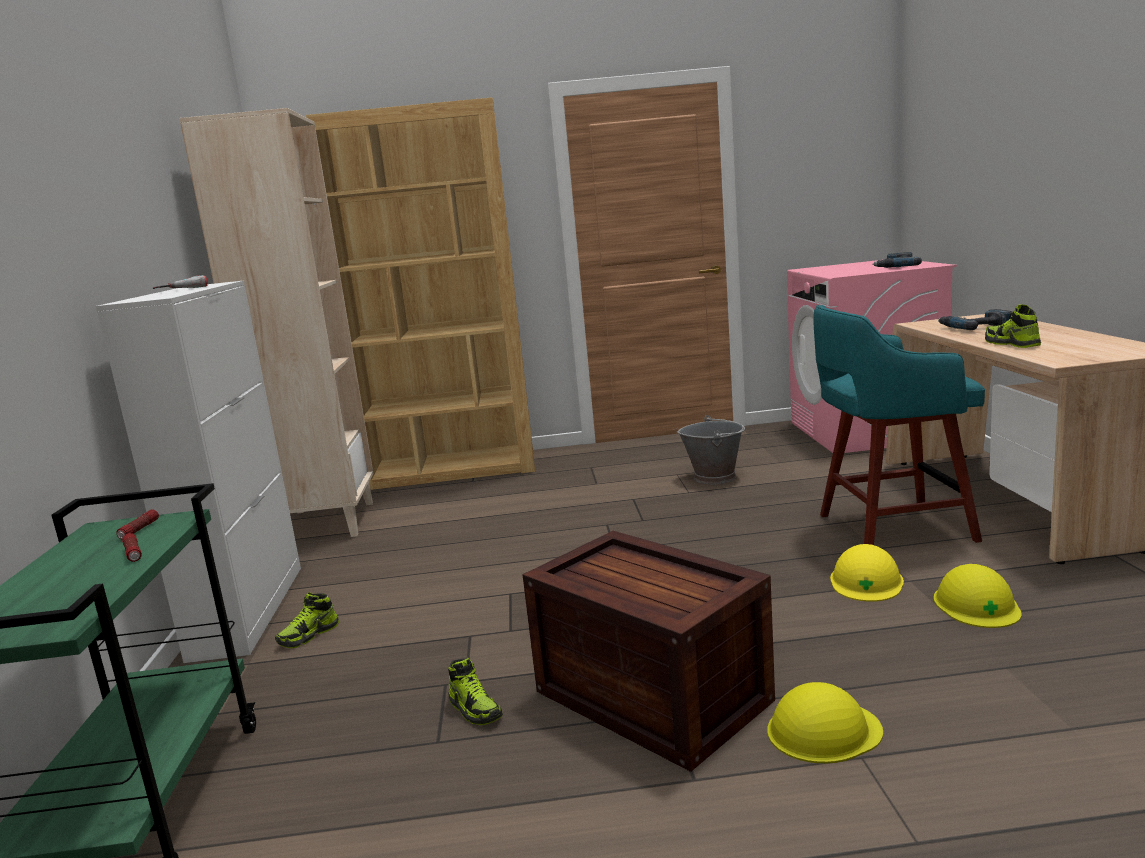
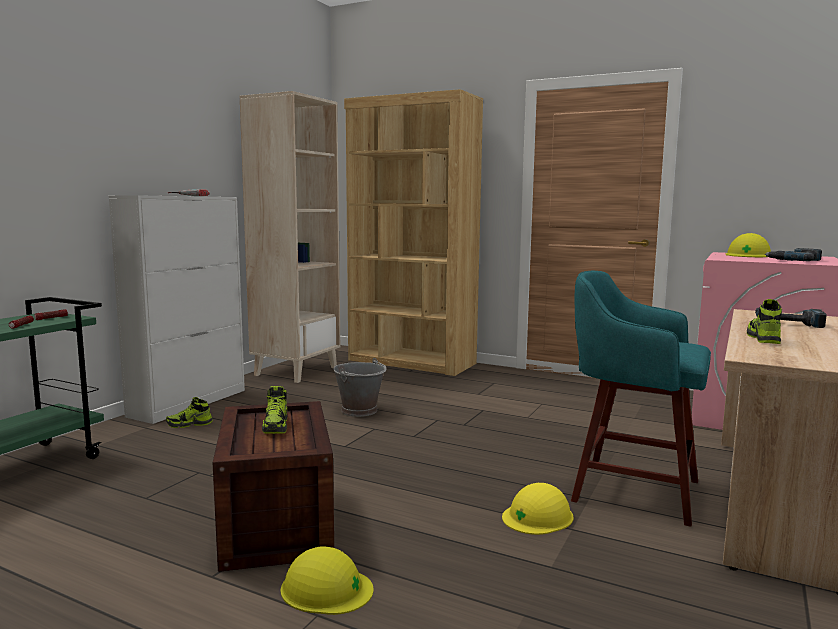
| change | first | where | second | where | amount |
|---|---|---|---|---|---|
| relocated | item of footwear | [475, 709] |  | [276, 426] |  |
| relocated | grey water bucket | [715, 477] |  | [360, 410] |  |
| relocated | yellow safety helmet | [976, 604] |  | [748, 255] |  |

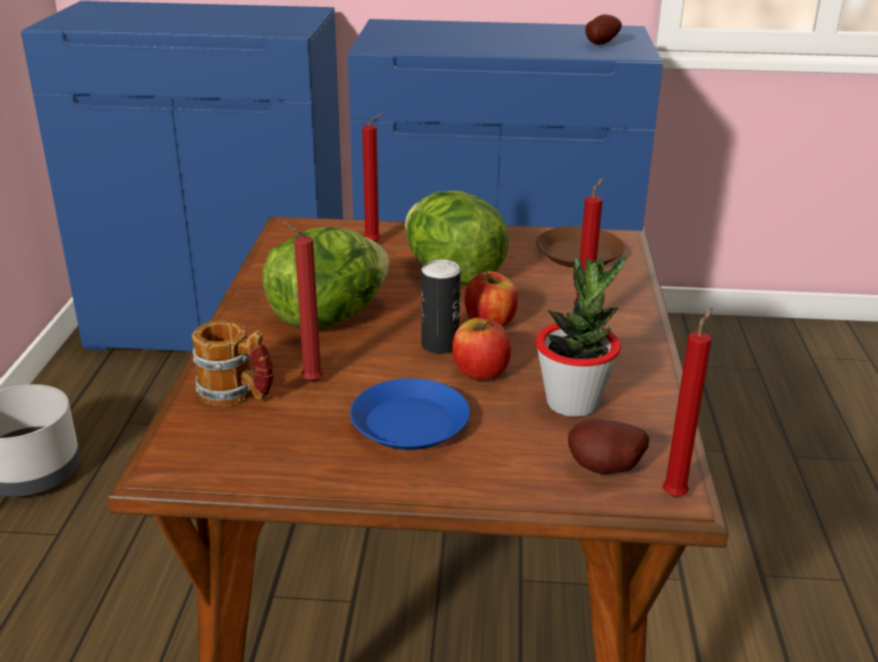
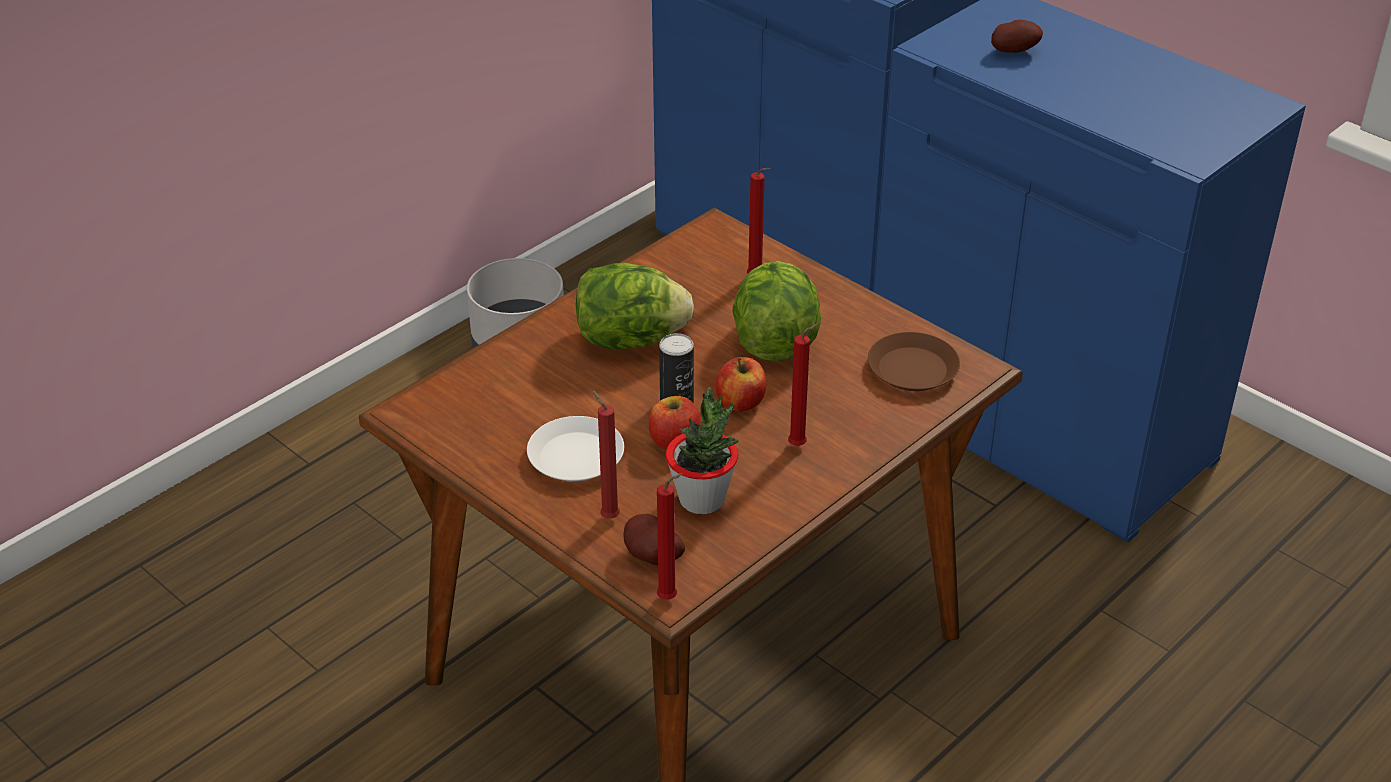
| change | first | where | second | where | amount |
|---|---|---|---|---|---|
| colour | blue-coloured plate | [409, 423] | white-coloured plate | [575, 456] |  |
| relocated | red-coloured wax light | [309, 381] |  | [608, 516] |  |
| relocated | whole potato | [599, 44] |  | [1013, 51] |  |
| missing | coffee mug | [237, 394] |  |  |  |

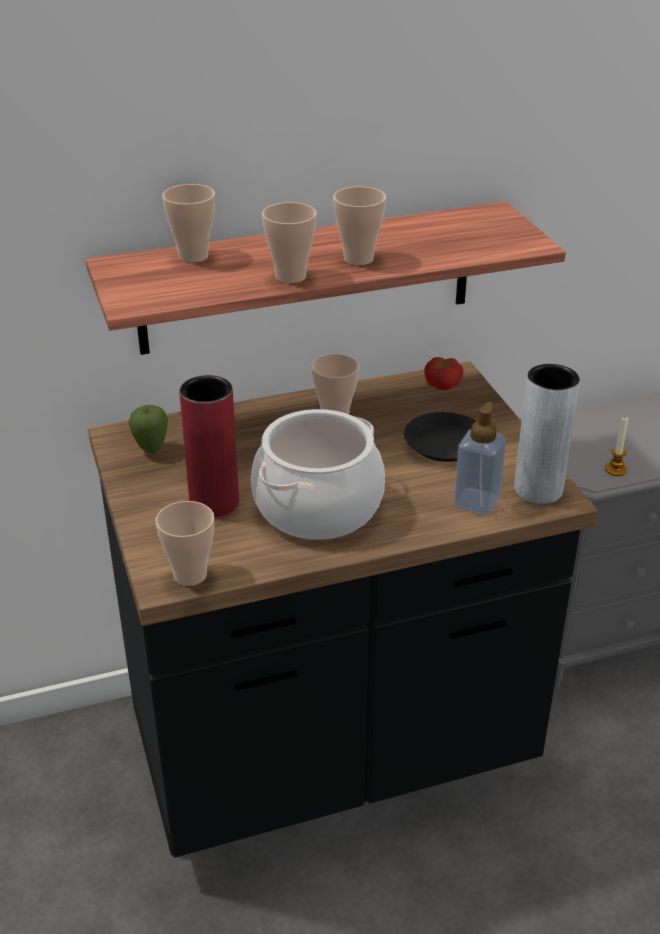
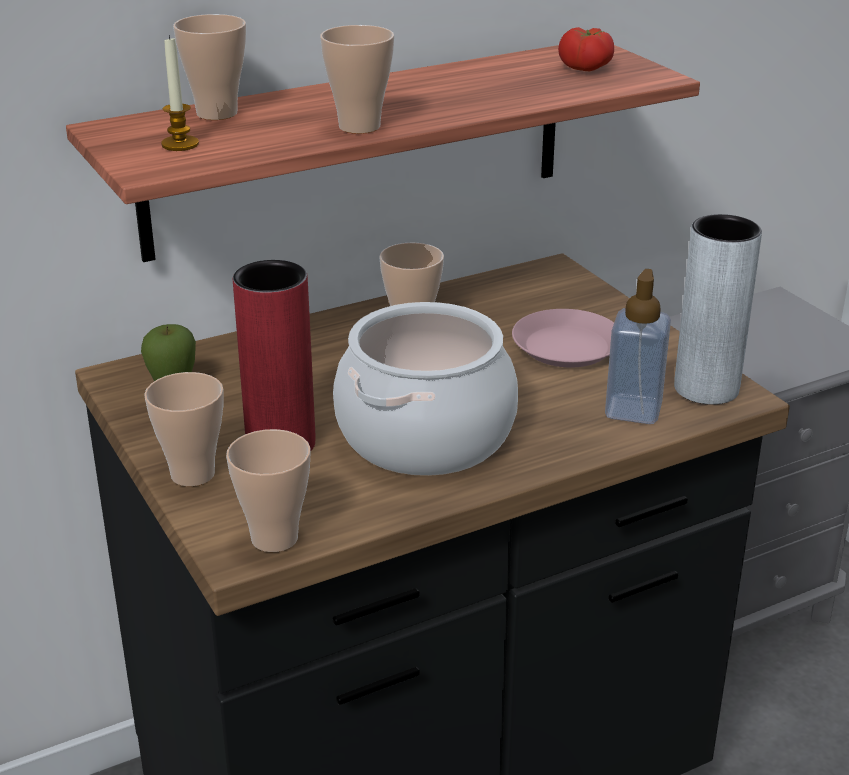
| change | first | where | second | where | amount |
|---|---|---|---|---|---|
| relocated | small cup | [358, 259] |  | [192, 474] |  |
| relocated | wax light | [615, 469] |  | [180, 144] |  |
| colour | black plate | [444, 444] | pink-coloured plate | [566, 347] |  |
| relocated | tomato | [444, 384] |  | [587, 67] |  |

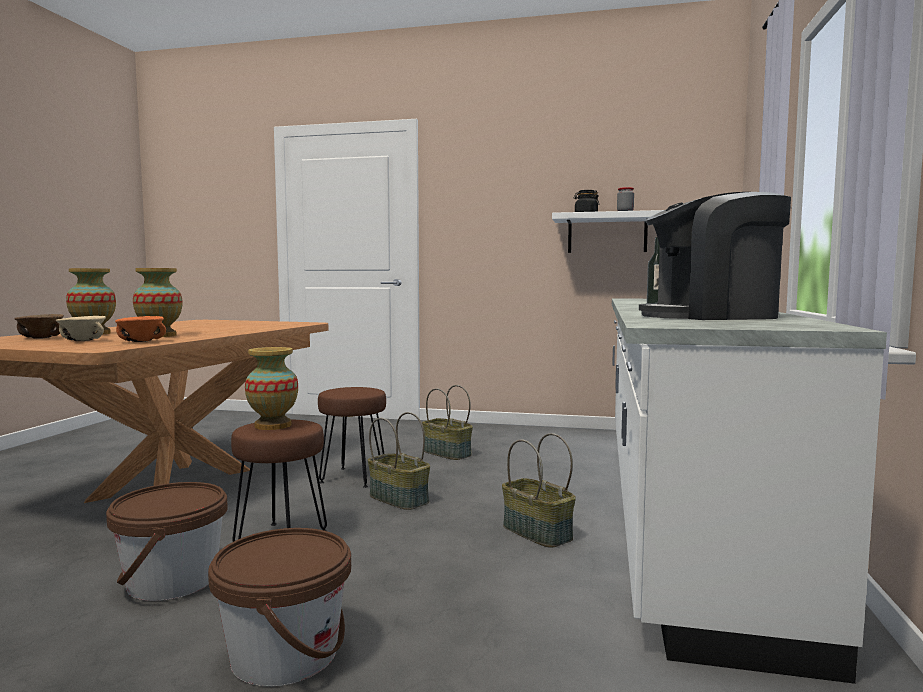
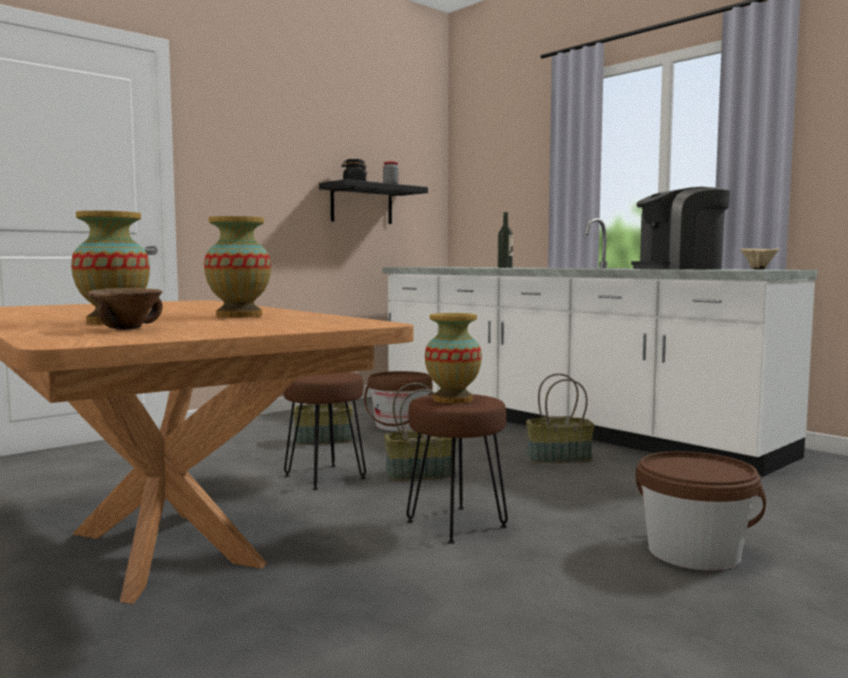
| change | first | where | second | where | amount |
|---|---|---|---|---|---|
| colour | white-coloured shelf | [607, 234] | black shelf | [361, 204] |  |
| relocated | brownish water bucket | [172, 580] |  | [400, 425] |  |
| spun | coffee machine | [711, 316] |  | [678, 269] | 45 degrees clockwise |
| relocated | beige-coloured serving bowl | [83, 341] |  | [758, 269] |  |
| missing | orange-coloured serving bowl | [142, 341] |  |  |  |

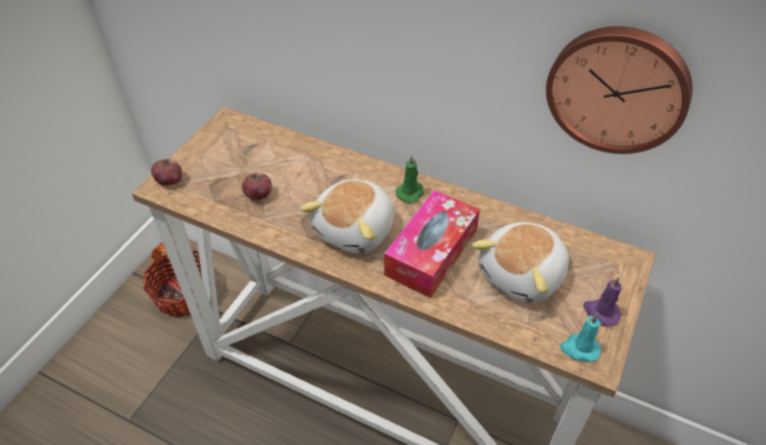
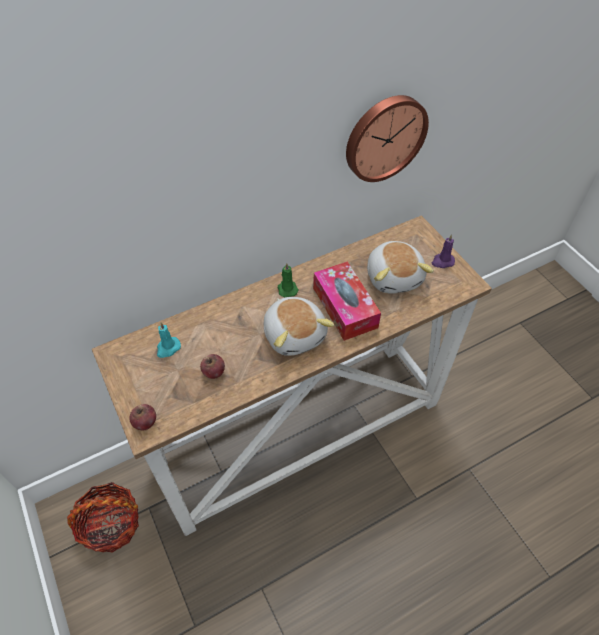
| change | first | where | second | where | amount |
|---|---|---|---|---|---|
| relocated | turquoise wax light | [579, 349] |  | [168, 348] |  |

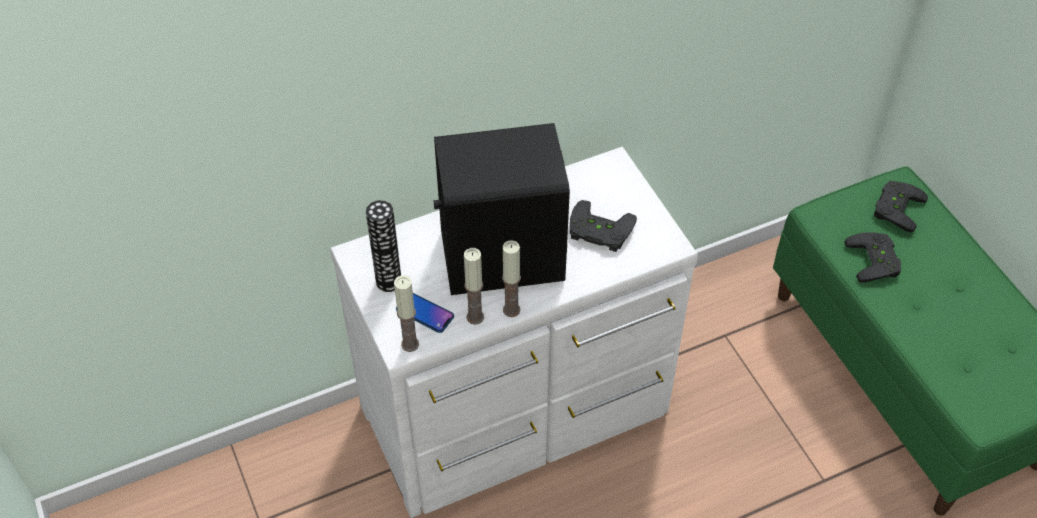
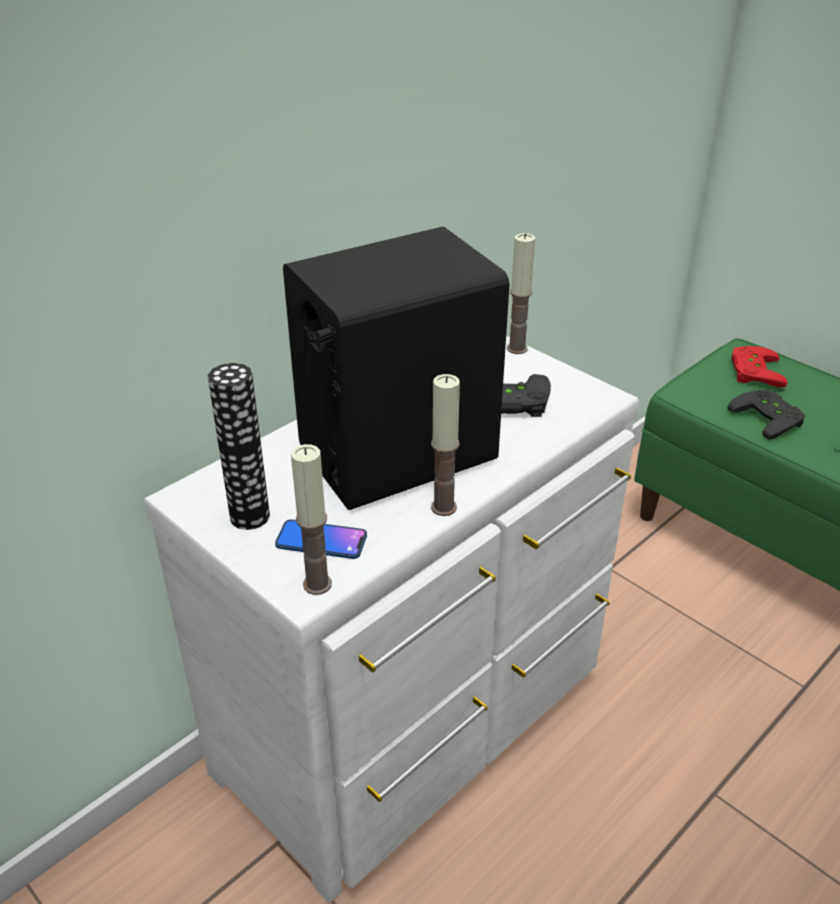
| change | first | where | second | where | amount |
|---|---|---|---|---|---|
| relocated | wax light | [475, 317] |  | [517, 348] |  |
| colour | black game controller | [895, 207] | red-coloured game controller | [752, 371] |  |

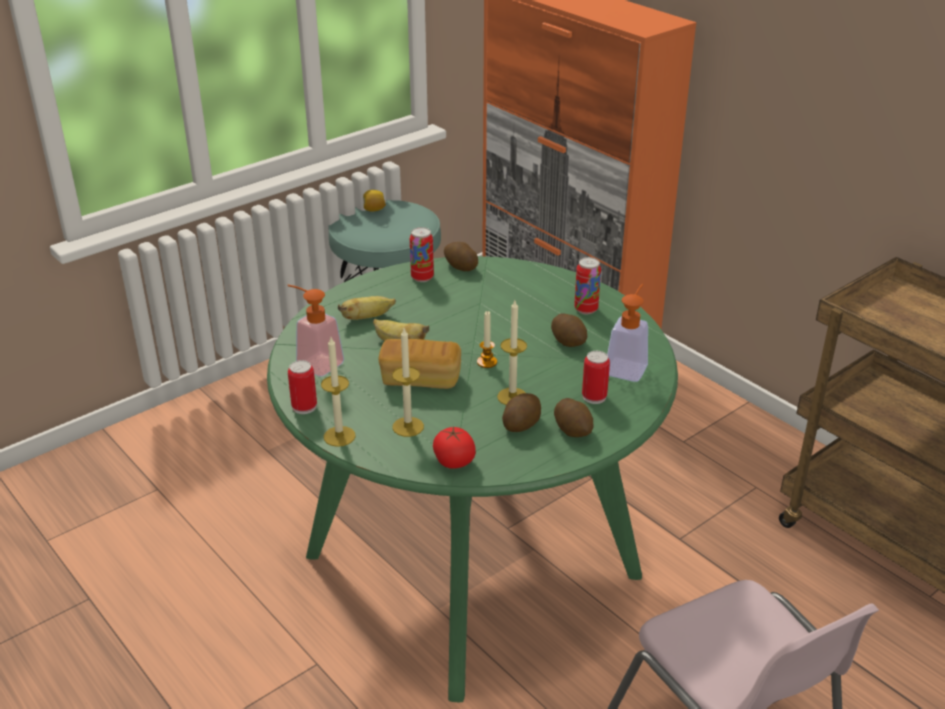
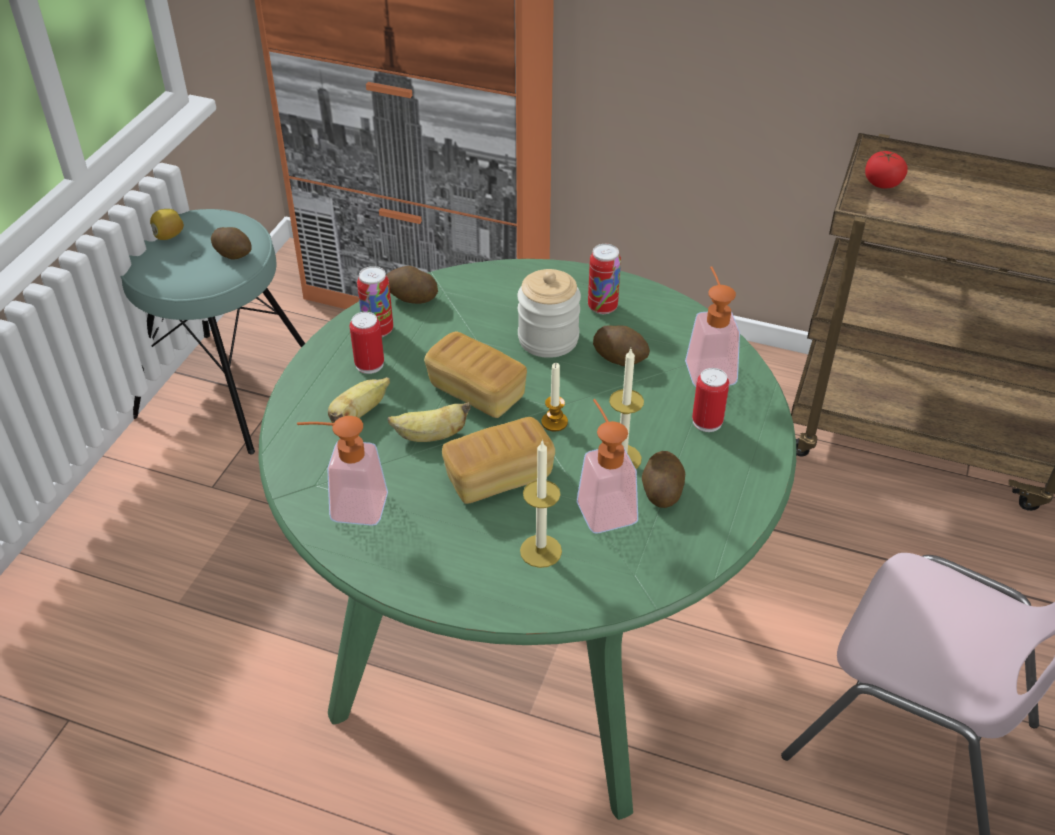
| change | first | where | second | where | amount |
|---|---|---|---|---|---|
| relocated | whole potato | [573, 430] |  | [234, 254] |  |
| relocated | sealed can | [304, 407] |  | [369, 364] |  |
| appeared |  |  | bakery bread | [476, 391] |  |
| appeared |  |  | preserve jar | [548, 339] |  |
| appeared |  |  | soap bottle | [602, 504] |  |
| relocated | tomato | [454, 462] |  | [882, 184] |  |
| missing | wax light | [339, 436] |  |  |  |

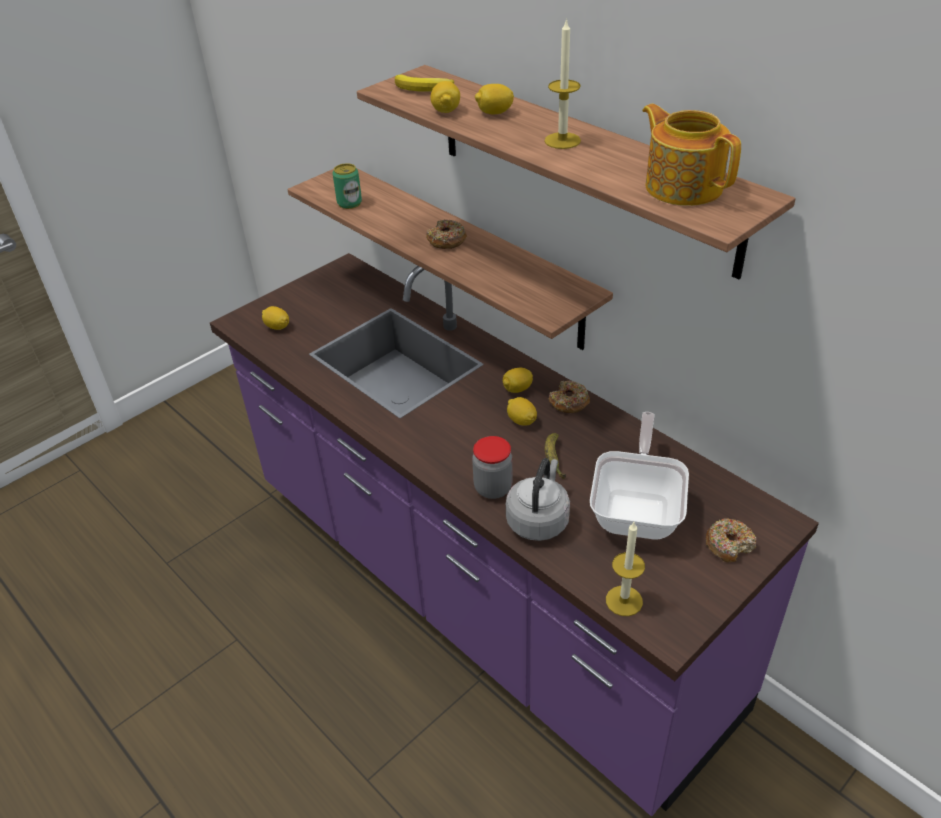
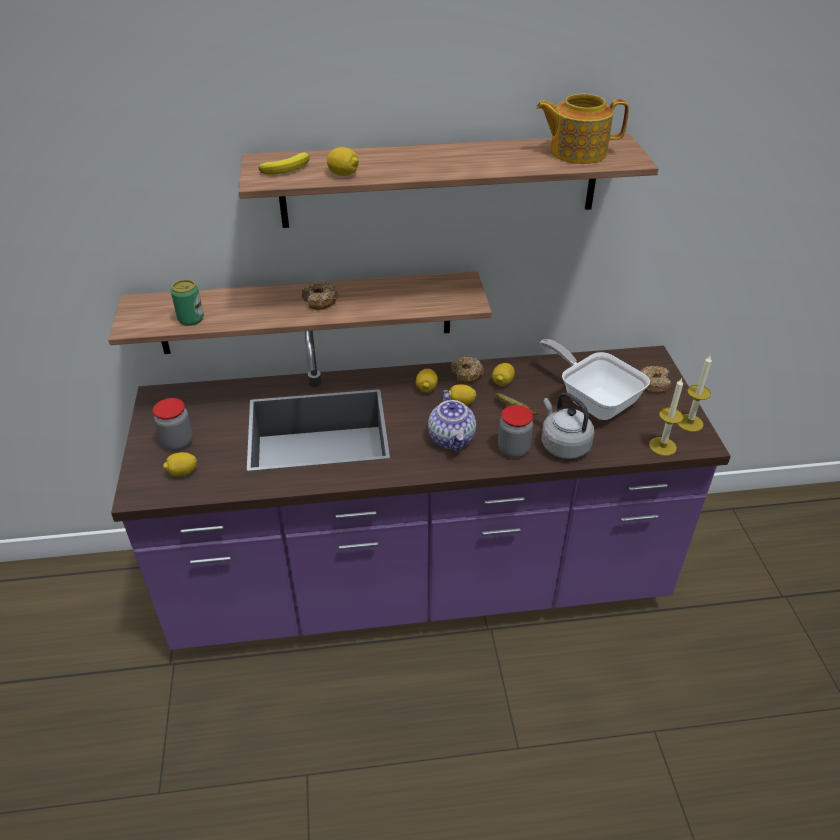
| change | first | where | second | where | amount |
|---|---|---|---|---|---|
| appeared |  |  | preserve jar | [178, 442] |  |
| appeared |  |  | teapot | [452, 439] |  |
| relocated | citrus fruit | [494, 113] |  | [502, 382] |  |
| relocated | wax light | [562, 140] |  | [689, 423] |  |

